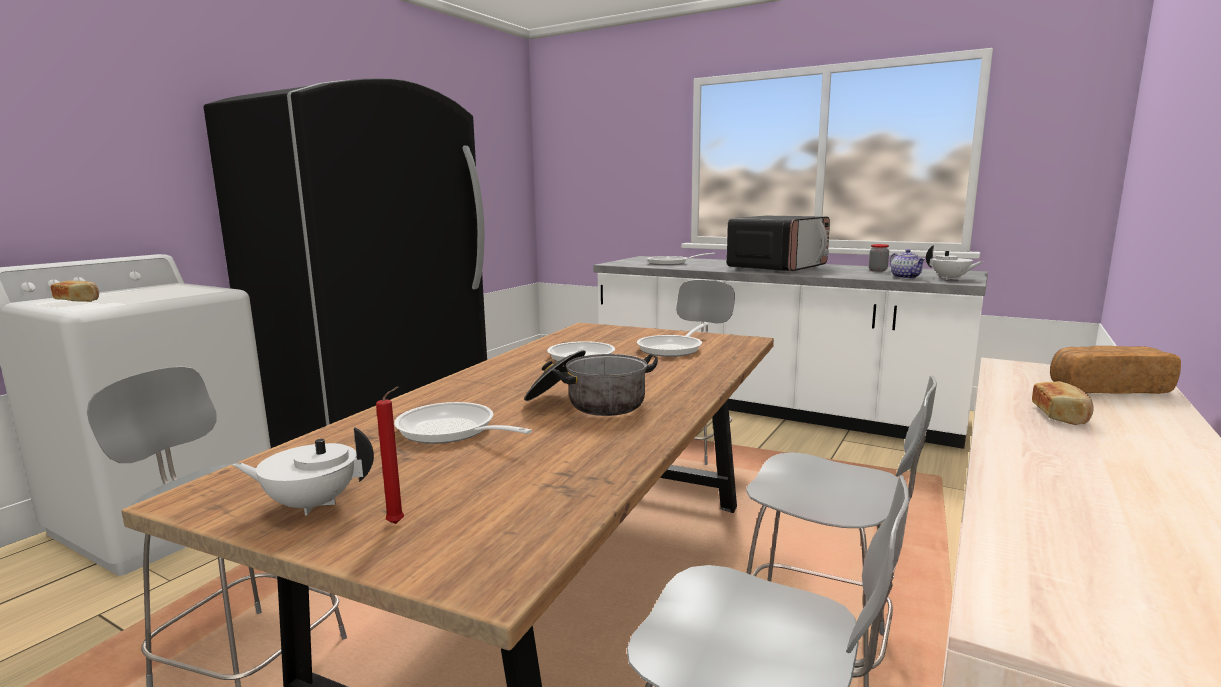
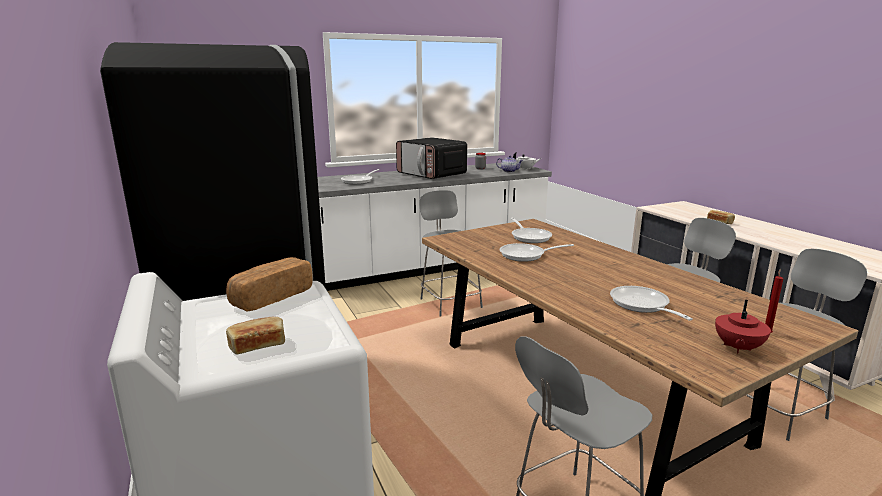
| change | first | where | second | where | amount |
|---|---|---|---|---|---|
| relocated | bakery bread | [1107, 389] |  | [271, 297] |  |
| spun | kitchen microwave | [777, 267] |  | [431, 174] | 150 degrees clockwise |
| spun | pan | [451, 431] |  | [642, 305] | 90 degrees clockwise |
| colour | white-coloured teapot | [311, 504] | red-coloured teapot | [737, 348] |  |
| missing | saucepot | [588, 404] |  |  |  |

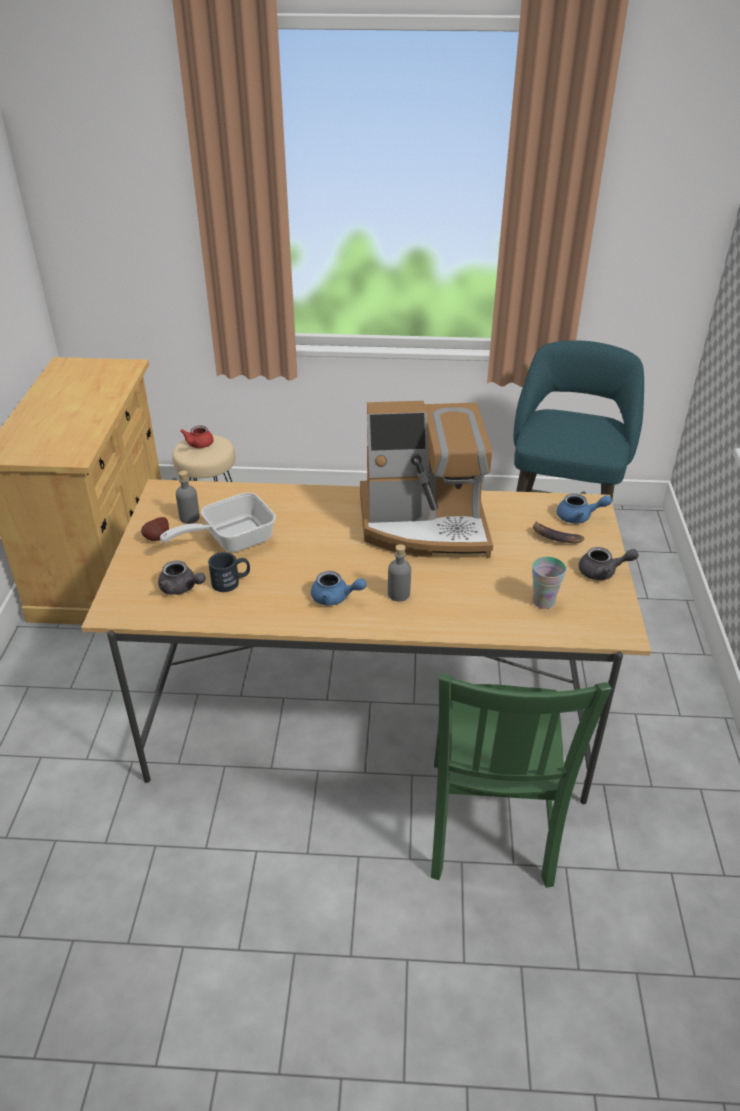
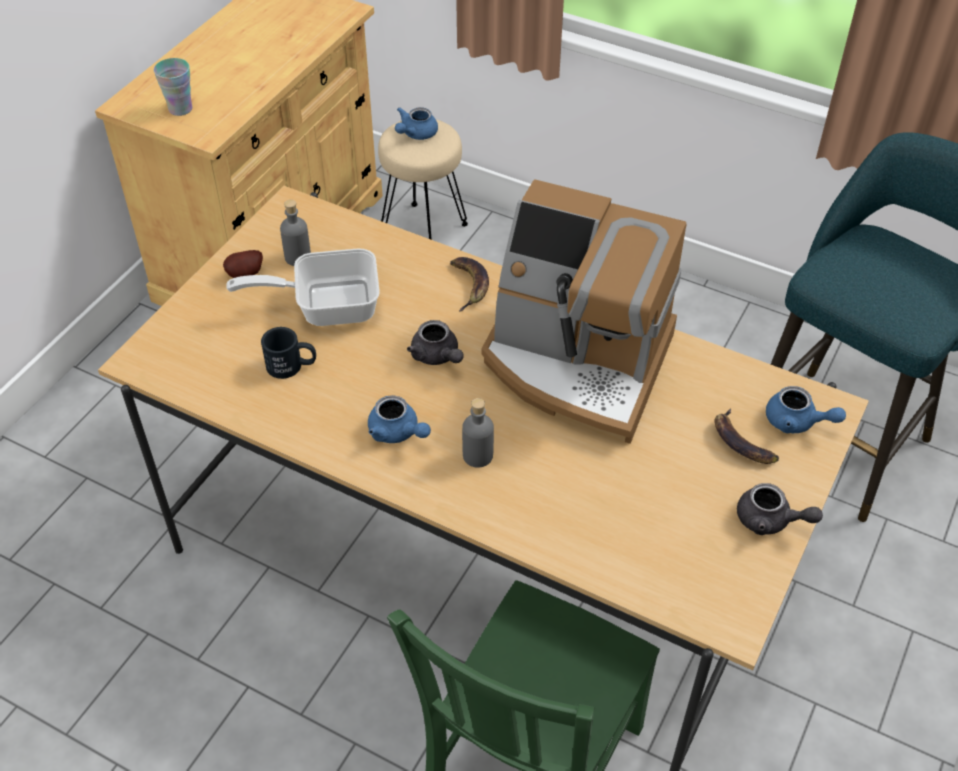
| change | first | where | second | where | amount |
|---|---|---|---|---|---|
| relocated | small cup | [543, 601] |  | [180, 109] |  |
| colour | red-coloured teapot | [198, 445] | blue-coloured teapot | [416, 134] |  |
| relocated | grey teapot | [181, 588] |  | [437, 356] |  |
| appeared |  |  | banana fruit | [469, 285] |  |

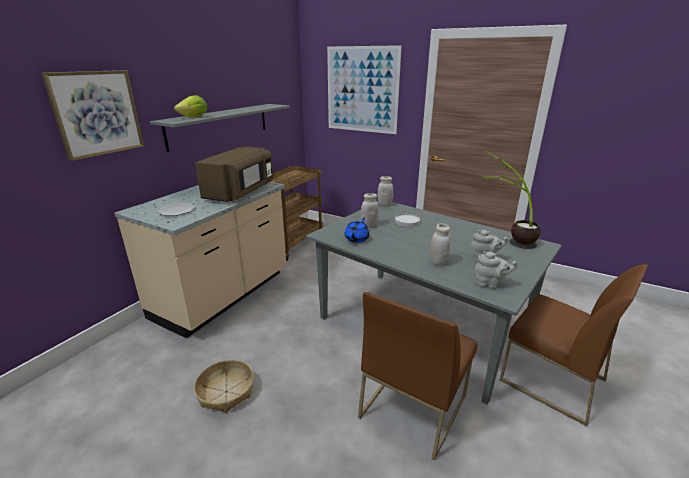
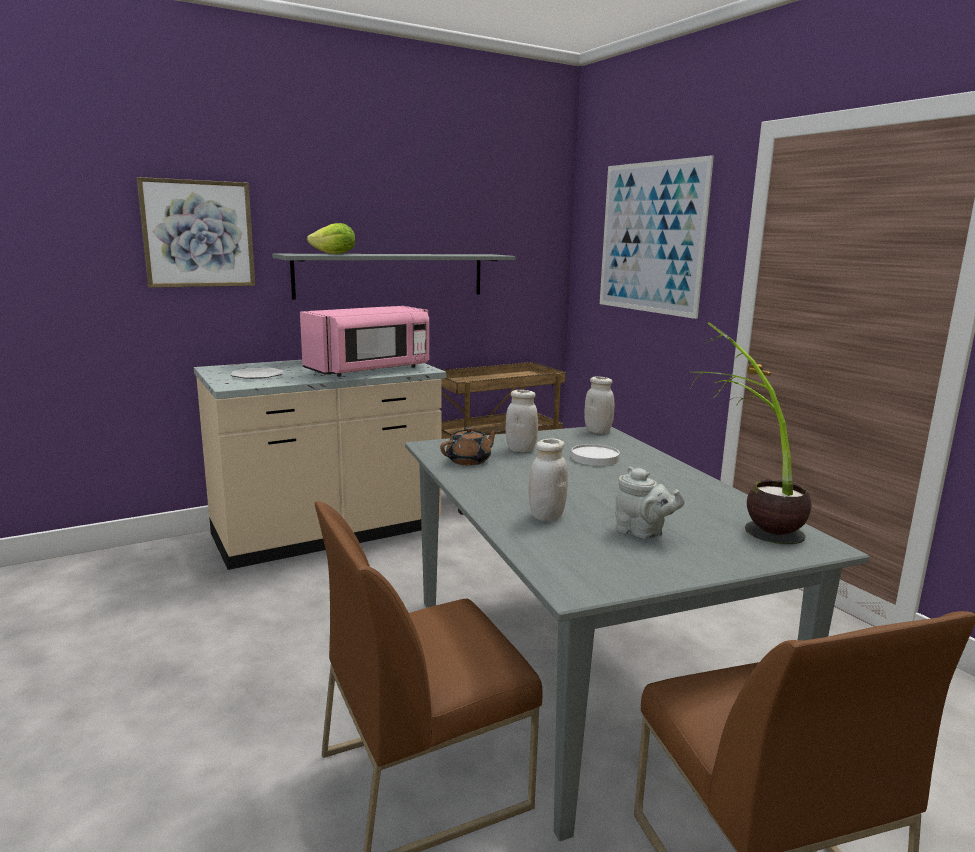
| change | first | where | second | where | amount |
|---|---|---|---|---|---|
| colour | brownish kitchen microwave | [240, 192] | pink-coloured kitchen microwave | [370, 370] |  |
| colour | blue-coloured teapot | [357, 239] | brownish teapot | [469, 461] |  |
| missing | storage basket | [226, 391] |  |  |  |
| missing | grey teapot | [490, 284] |  |  |  |

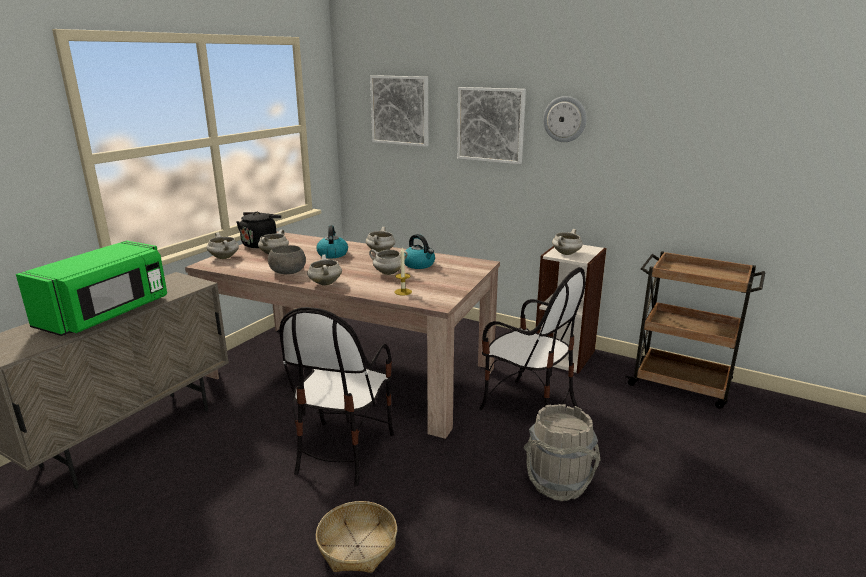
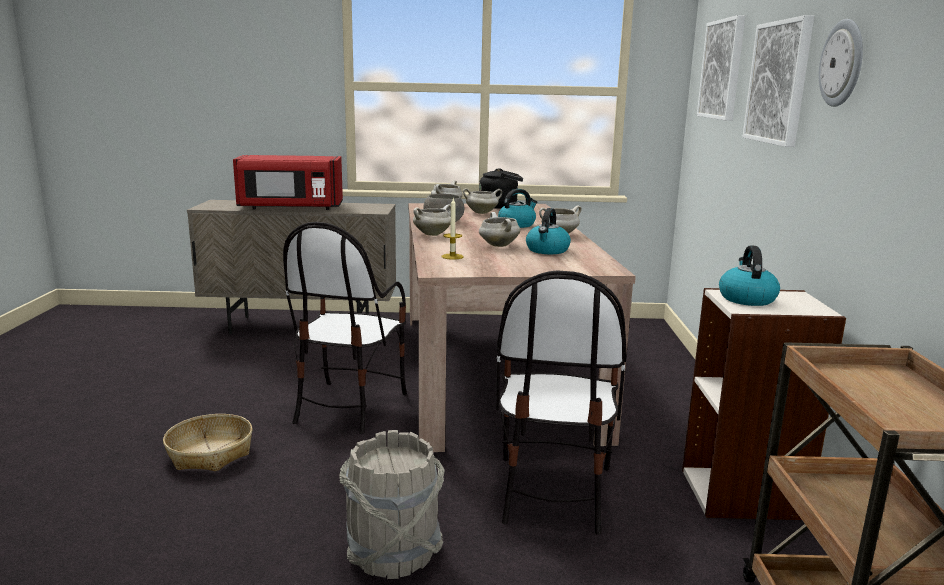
| change | first | where | second | where | amount |
|---|---|---|---|---|---|
| colour | greenish kitchen microwave | [107, 314] | red-coloured kitchen microwave | [290, 208] |  |
| spun | plain chair | [343, 451] |  | [348, 406] | 60 degrees counterclockwise |
| exchanged | white-coloured saucepot | [566, 254] | tea kettle | [746, 298] |  |

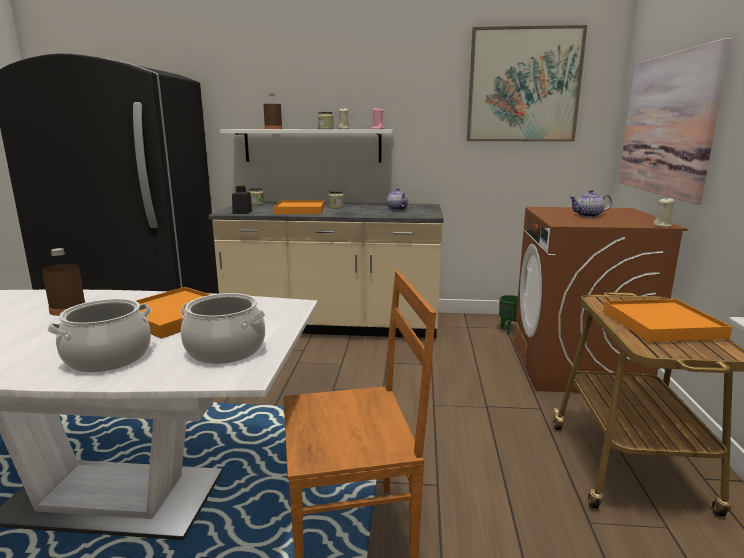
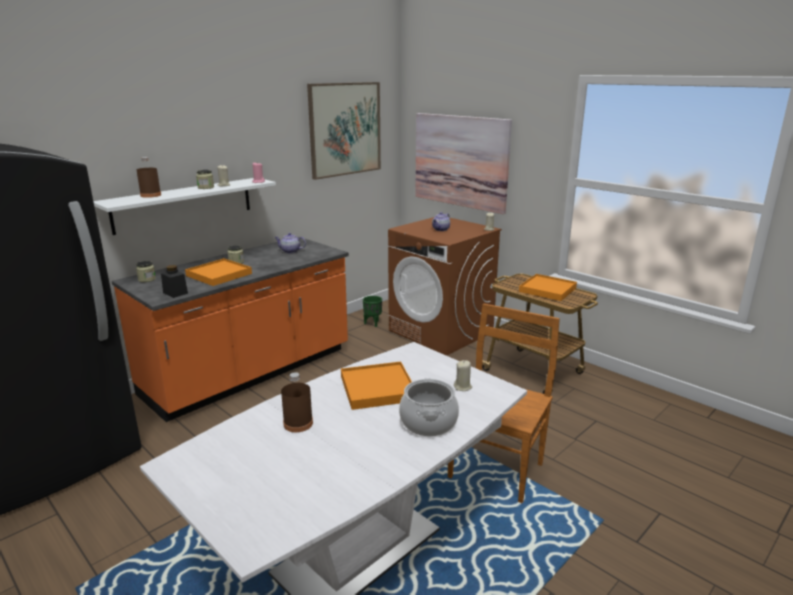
| change | first | where | second | where | amount |
|---|---|---|---|---|---|
| colour | beige-coloured counter | [334, 324] | orange-coloured counter | [249, 372] |  |
| exchanged | saucepot | [225, 350] | beige-coloured wax light | [463, 387] |  |

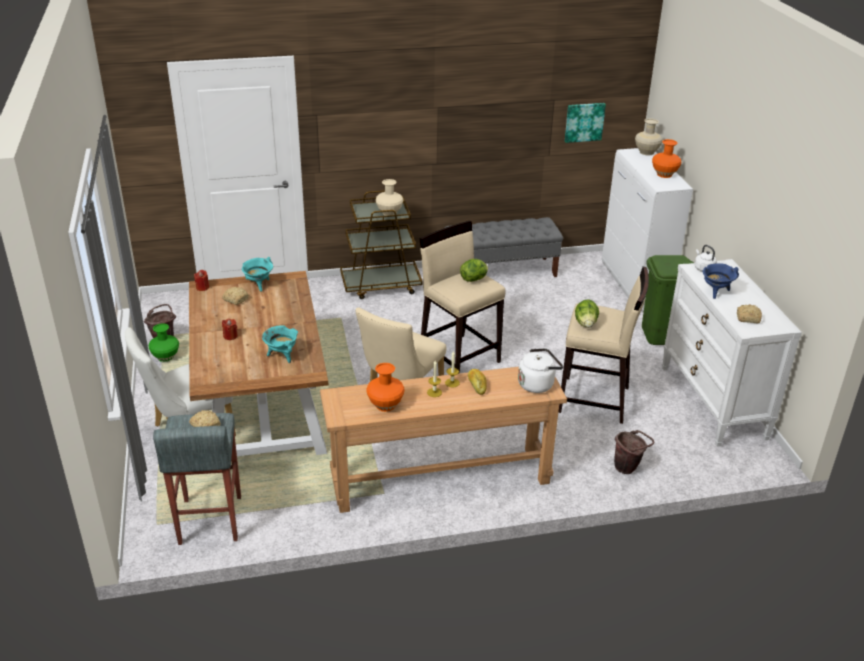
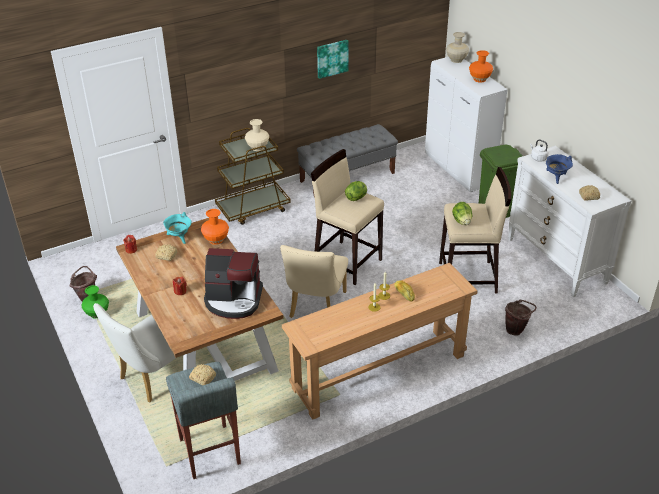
| change | first | where | second | where | amount |
|---|---|---|---|---|---|
| relocated | orange-coloured decorative vase | [385, 405] |  | [215, 240] |  |
| exchanged | turquoise saucepot | [282, 355] | coffee machine | [233, 300] |  |
| relocated | picture | [584, 122] |  | [332, 58] |  |
| missing | white-coloured tea kettle | [537, 384] |  |  |  |

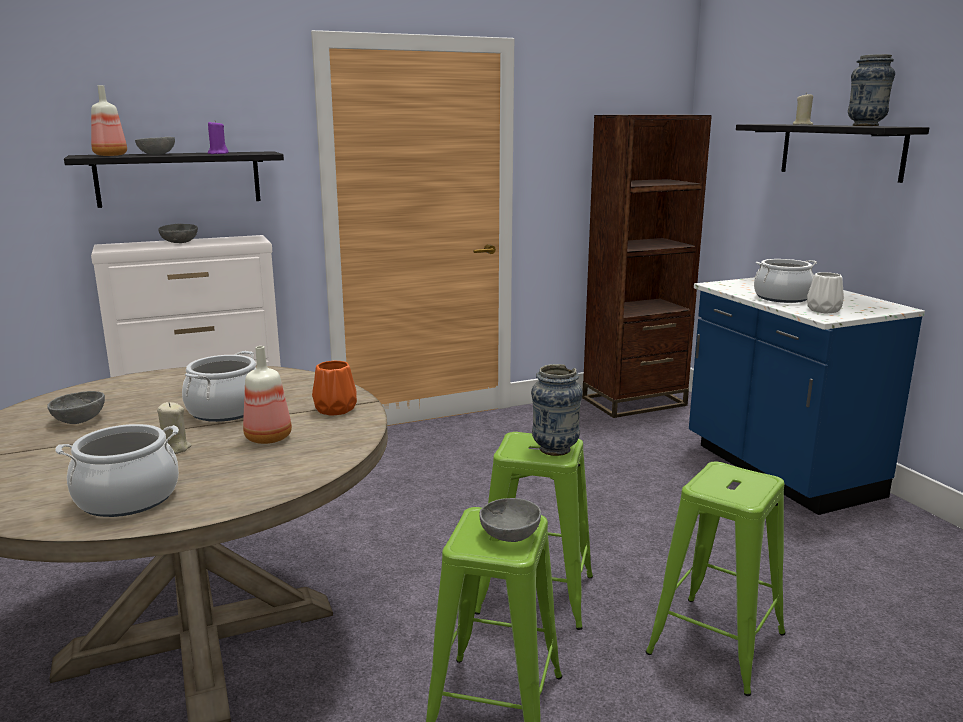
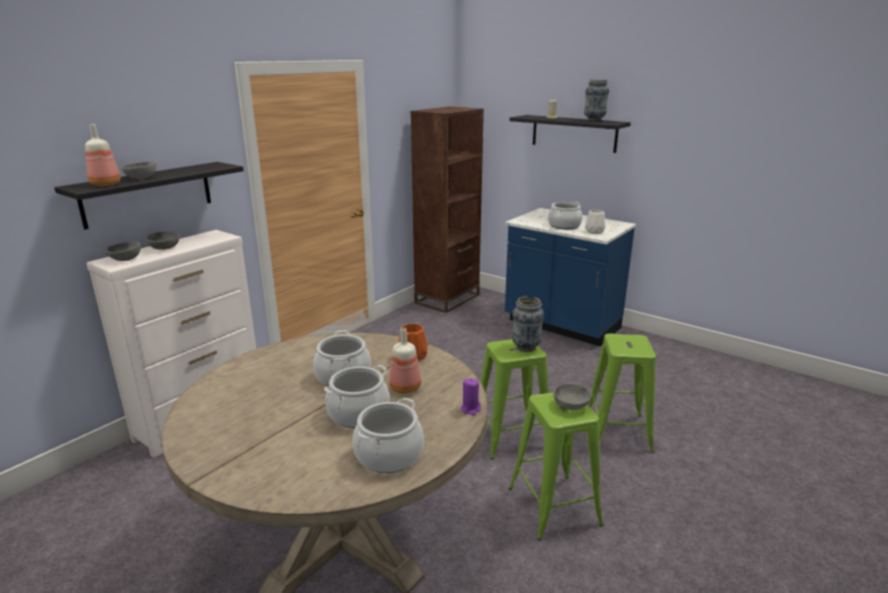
| change | first | where | second | where | amount |
|---|---|---|---|---|---|
| relocated | grey serving bowl | [78, 420] |  | [125, 259] |  |
| exchanged | beige-coloured wax light | [174, 449] | saucepot | [358, 413] |  |
| relocated | purple-coloured wax light | [218, 153] |  | [470, 409] |  |

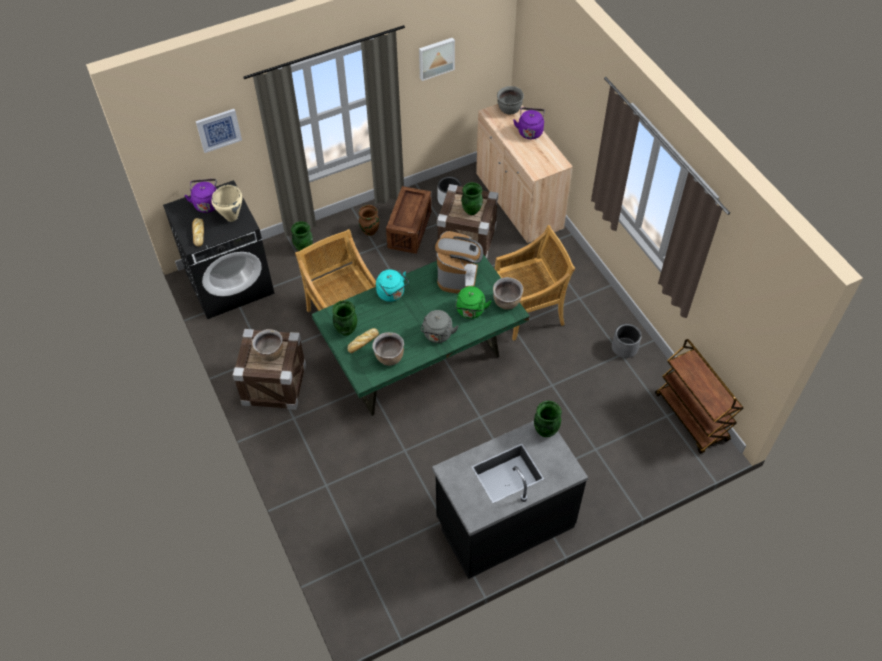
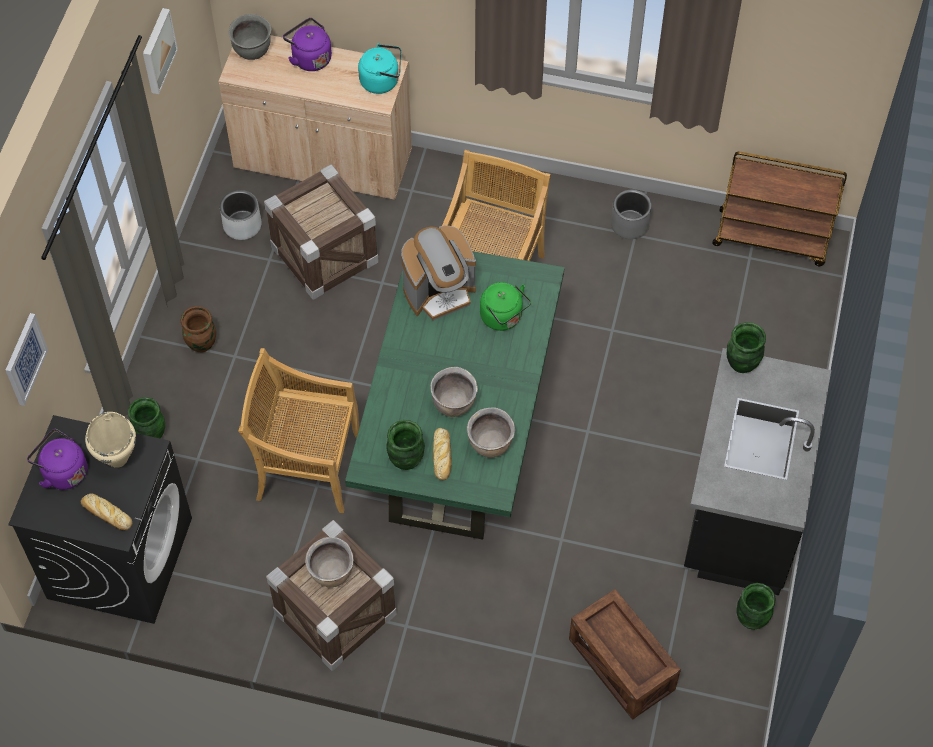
| change | first | where | second | where | amount |
|---|---|---|---|---|---|
| relocated | turquoise tea kettle | [392, 294] |  | [382, 81] |  |
| spun | coffee machine | [457, 276] |  | [439, 292] | 105 degrees clockwise |
| relocated | brownish saucepot | [507, 302] |  | [454, 404] |  |
| relocated | crate | [409, 230] |  | [621, 664] |  |
| relocated | greenish decorative vase | [471, 210] |  | [751, 618] |  |
| missing | grey tea kettle | [437, 335] |  |  |  |

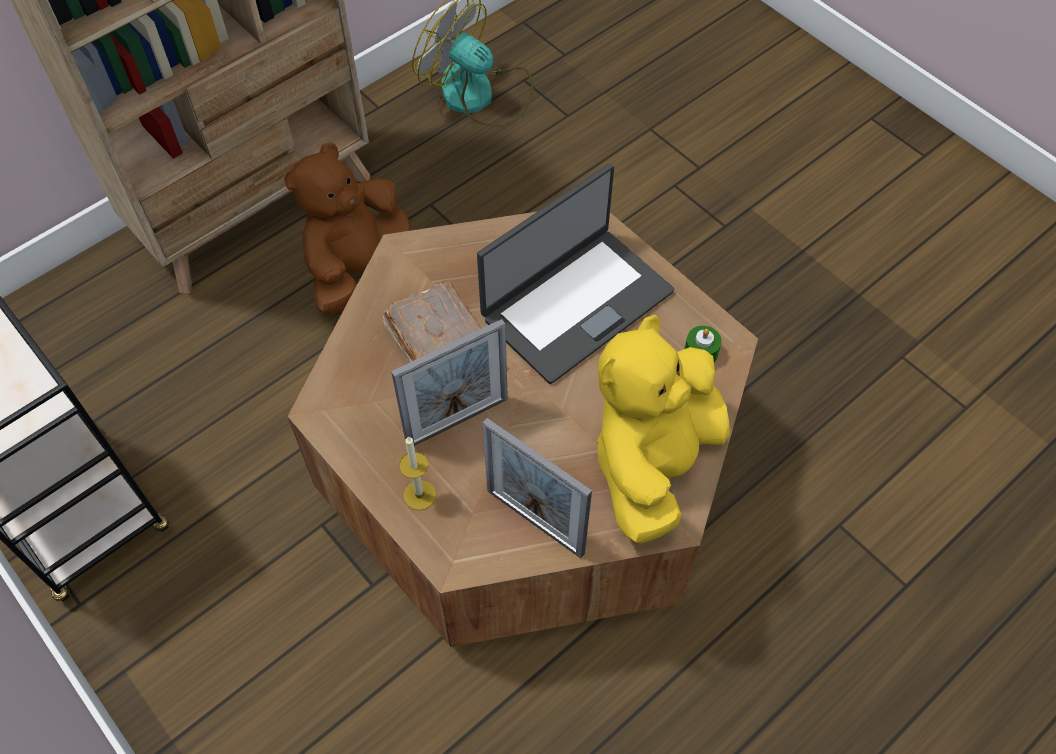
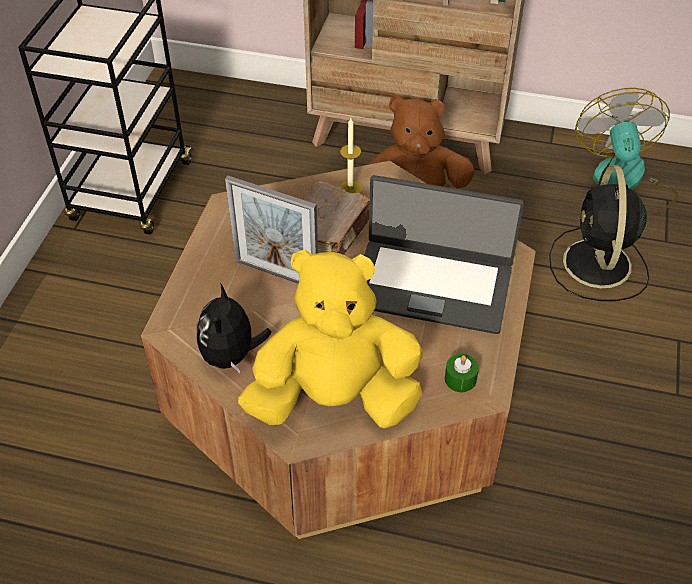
| change | first | where | second | where | amount |
|---|---|---|---|---|---|
| exchanged | picture frame | [535, 522] | cuddly toy | [231, 356] |  |
| relocated | wax light | [419, 495] |  | [350, 189] |  |
| appeared |  |  | black electric fan | [597, 266] |  |

